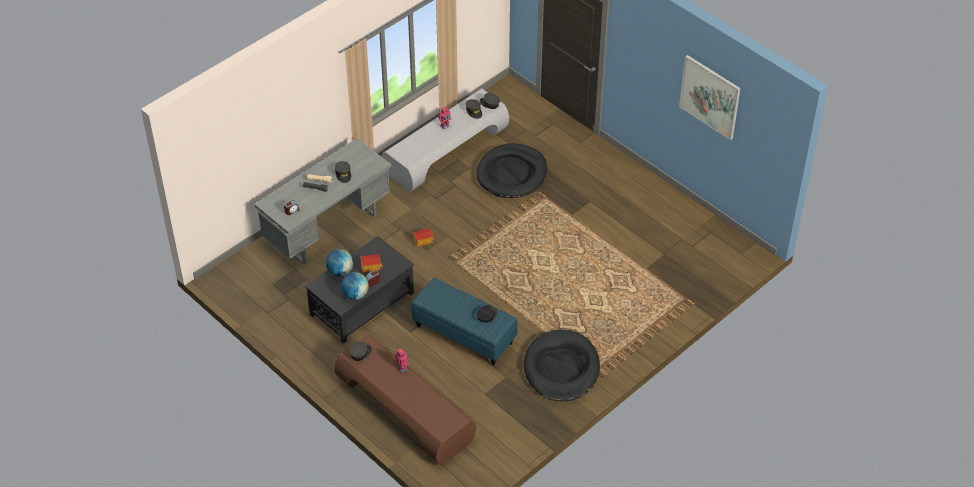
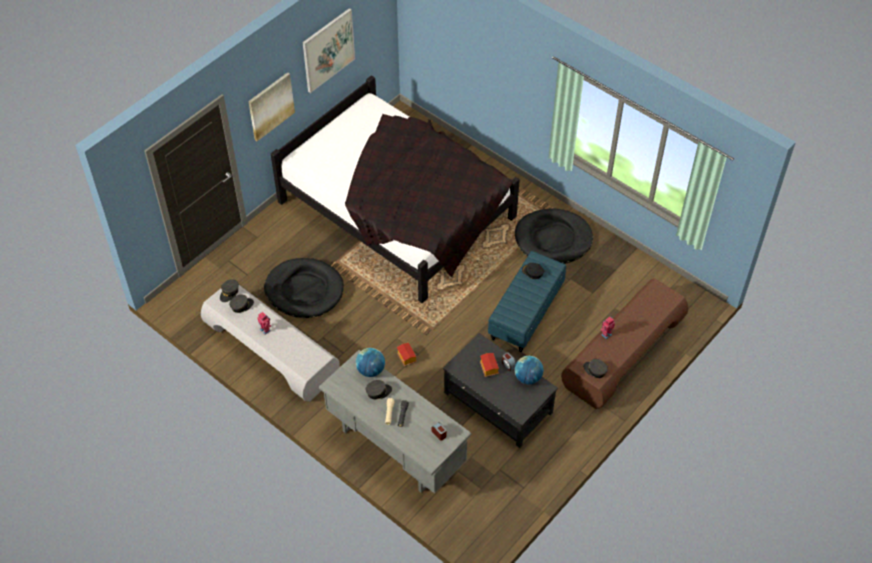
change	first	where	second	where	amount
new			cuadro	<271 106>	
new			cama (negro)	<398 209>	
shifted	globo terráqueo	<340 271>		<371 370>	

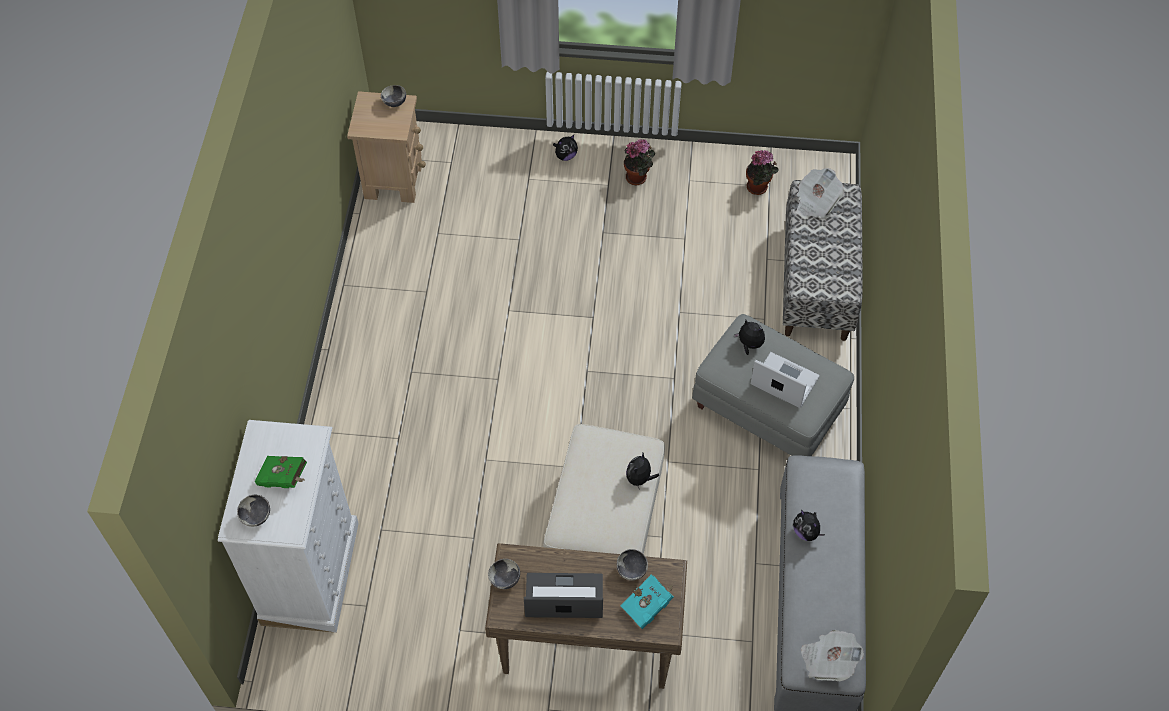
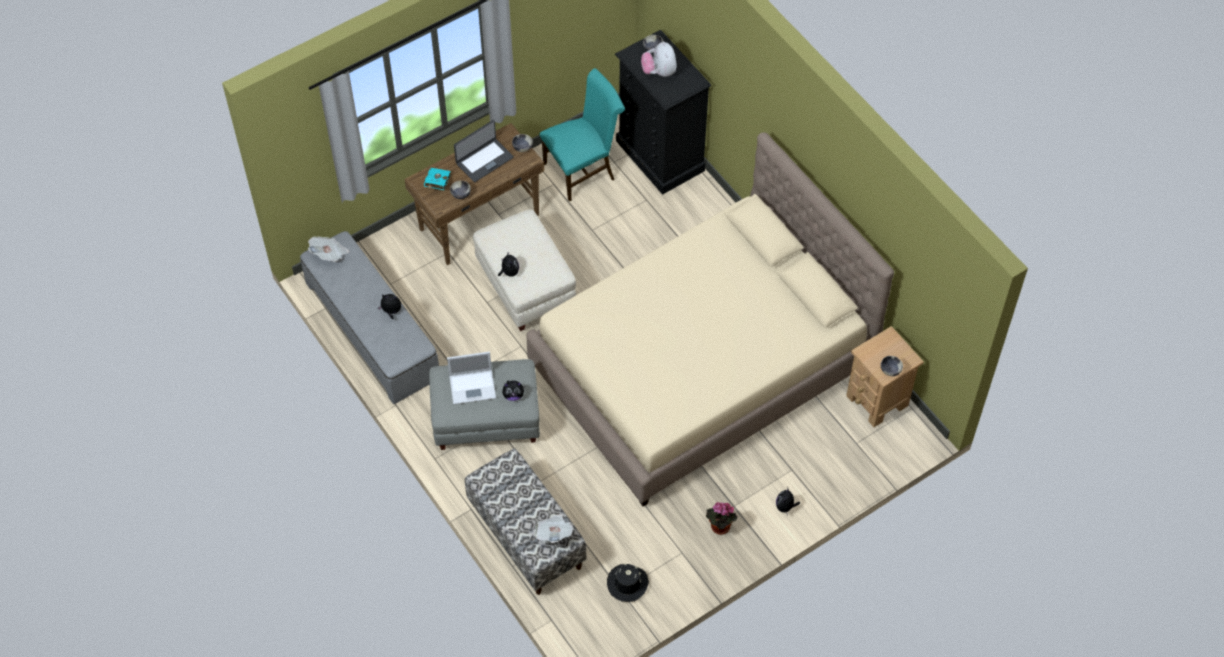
change	first	where	second	where	amount
new			cama (beis)	<702 364>	
new			silla (turquesa)	<583 170>	
swapped	libro (verde)	<285 479>	peluche	<659 72>	
swapped	planta en maceta	<759 188>	sombrero (negro)	<627 583>	
repainted	cómoda (blanco)	<310 572>	cómoda (negro)	<660 156>	

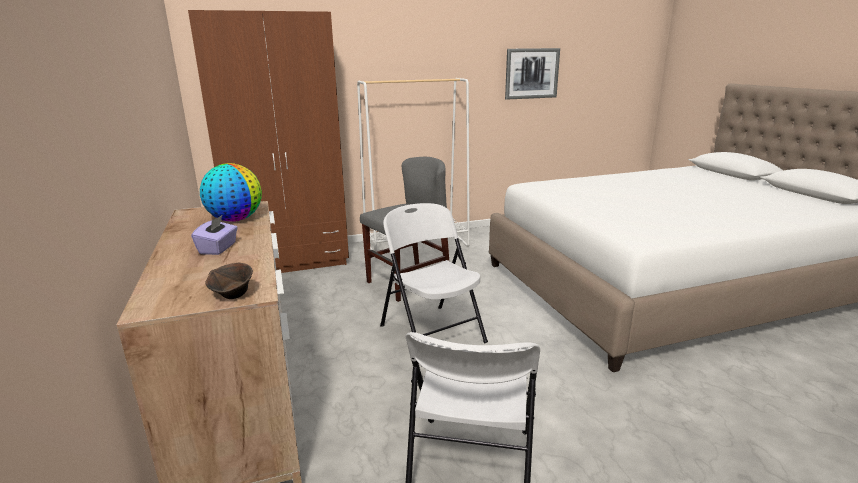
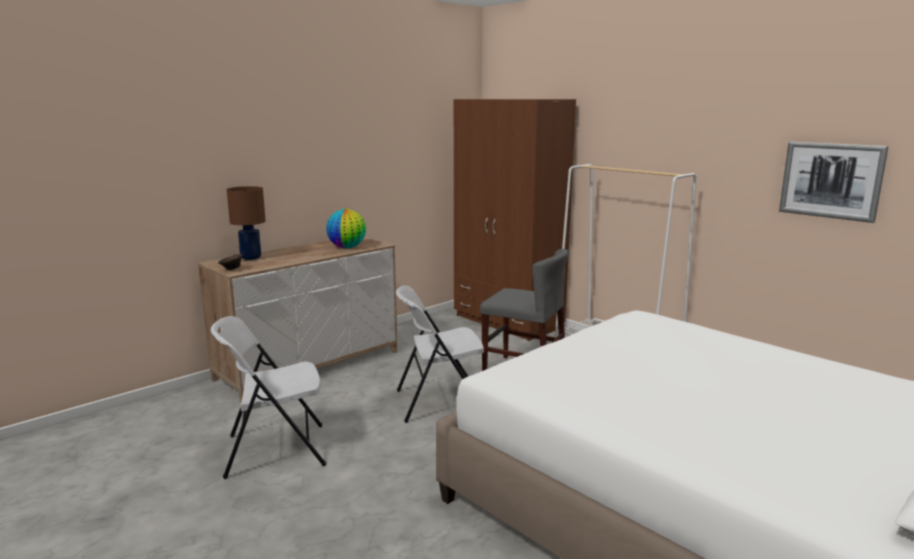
change	first	where	second	where	amount
gone	caja de pañuelos (morado)	<218 248>			
new			lámpara de mesa (marrón)	<251 259>	
rotated	silla (blanco)	<432 333>		<440 402>	135 degrees counterclockwise

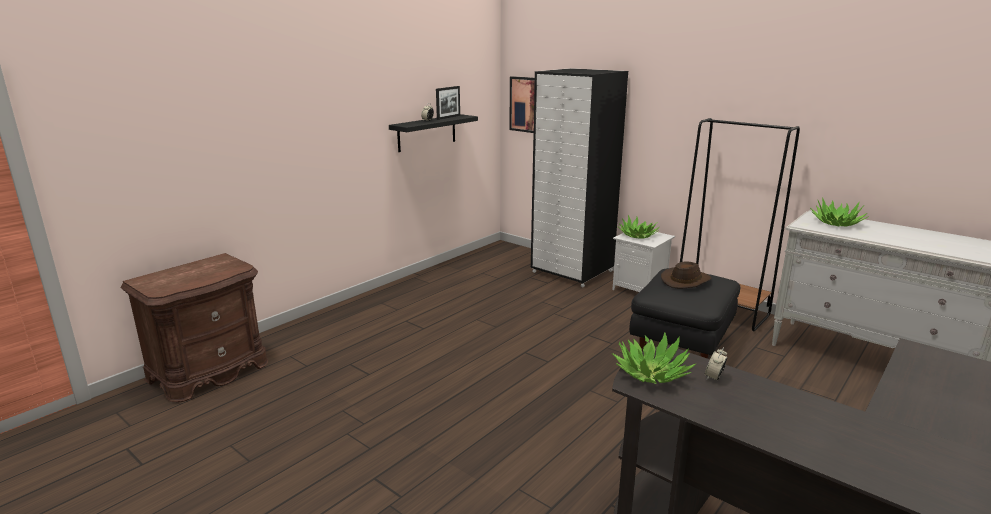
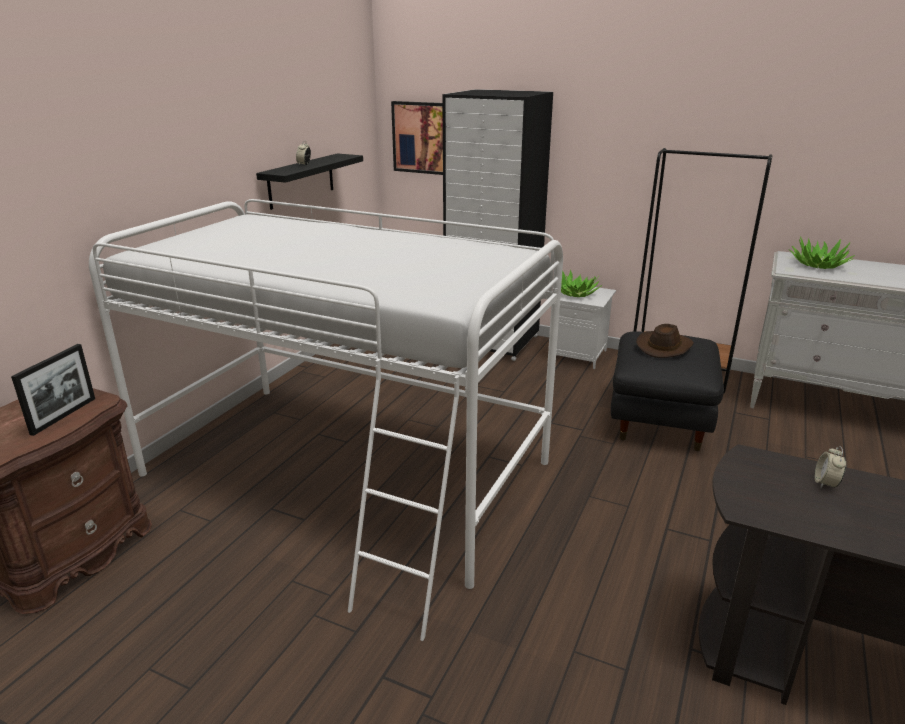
change	first	where	second	where	amount
gone	planta en maceta	<651 373>			
new			cama (blanco)	<348 472>	
shifted	portarretratos	<448 117>		<64 416>	

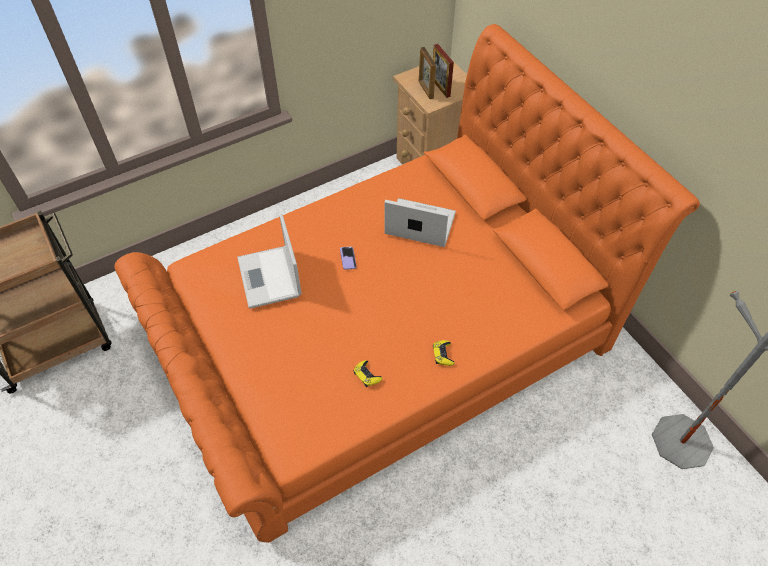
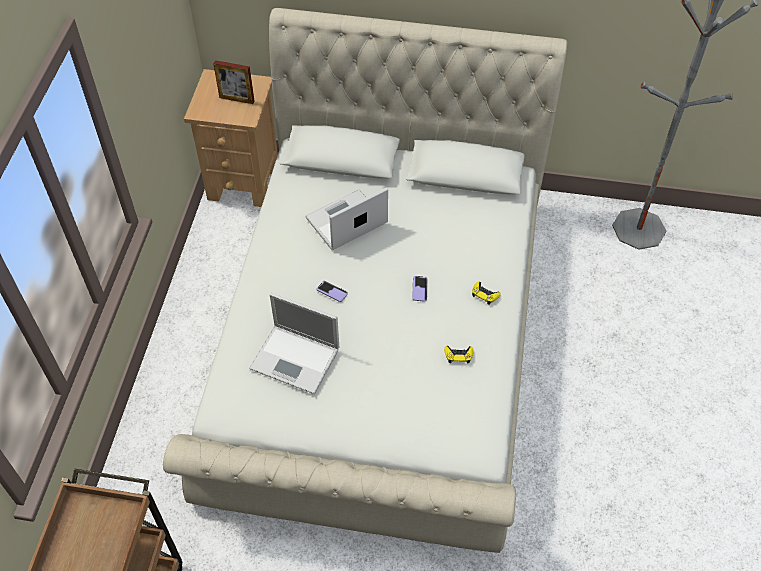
change	first	where	second	where	amount
gone	portarretratos	<425 90>			
new			móvil	<419 289>	
repainted	cama (naranja)	<384 332>	cama (beis)	<380 338>	

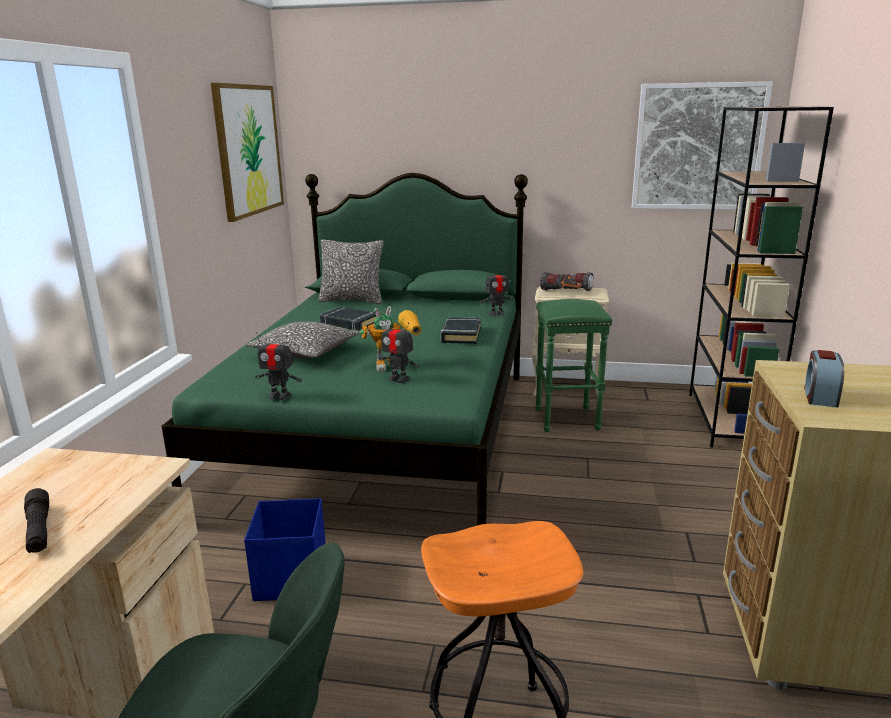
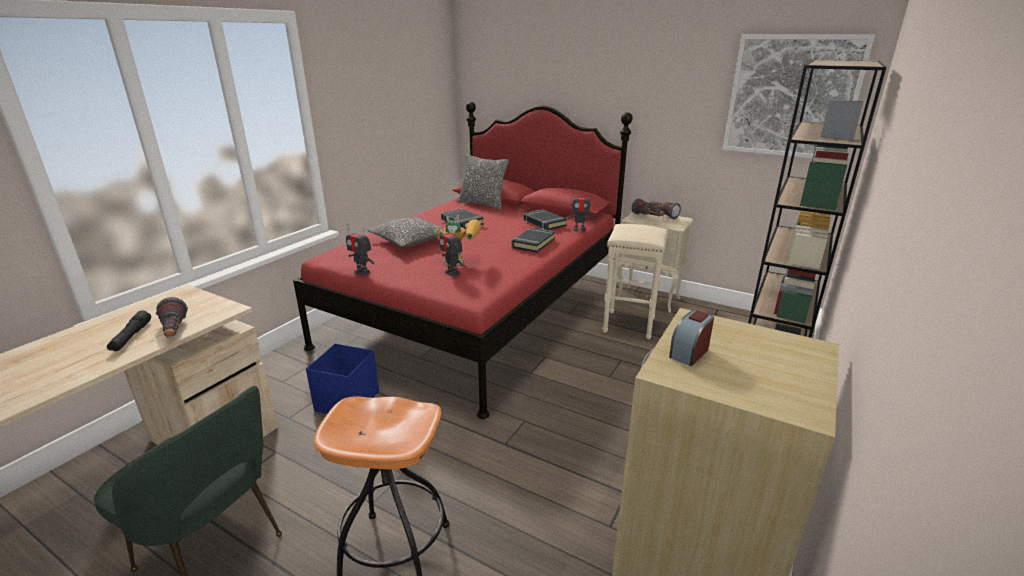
change	first	where	second	where	amount
gone	cuadro	<248 150>			
new			linterna	<174 333>	
new			libro (negro)	<544 223>	
repainted	cama (verde)	<384 437>	cama (rojo)	<479 312>	
repainted	taburete (verde)	<568 418>	taburete (beis)	<630 324>	

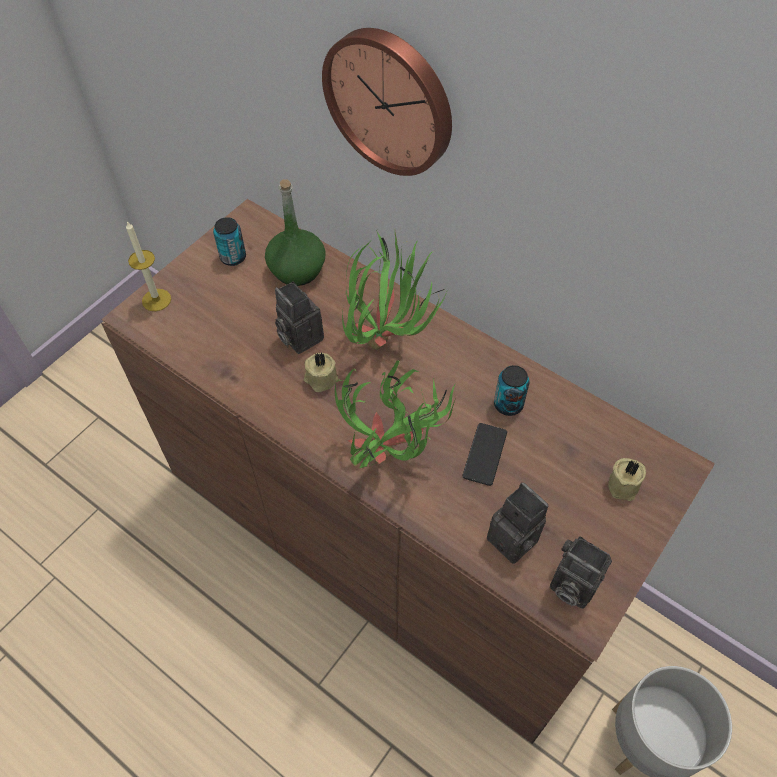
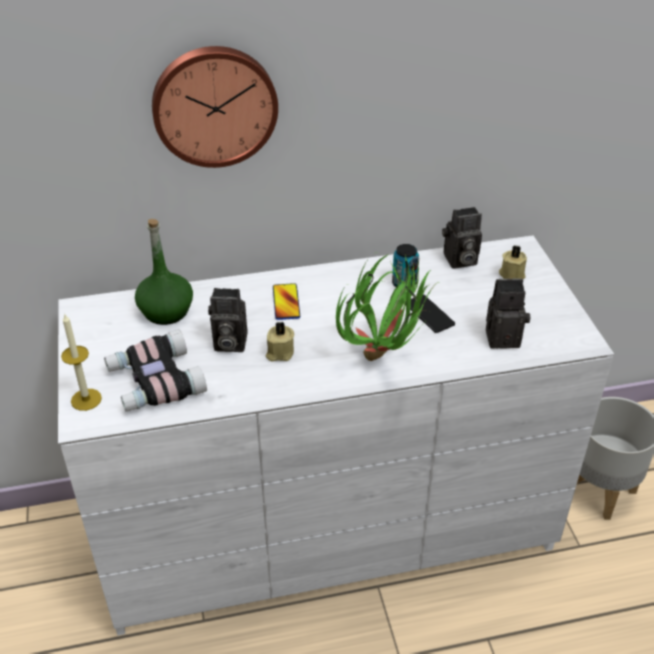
change	first	where	second	where	amount
gone	lata	<233 257>			
new			prismáticos	<154 381>	
shifted	cámara	<570 585>		<459 260>	
swapped	planta en maceta	<389 337>	móvil	<286 302>	
repainted	cómoda (marrón)	<390 539>	cómoda (blanco)	<327 527>	

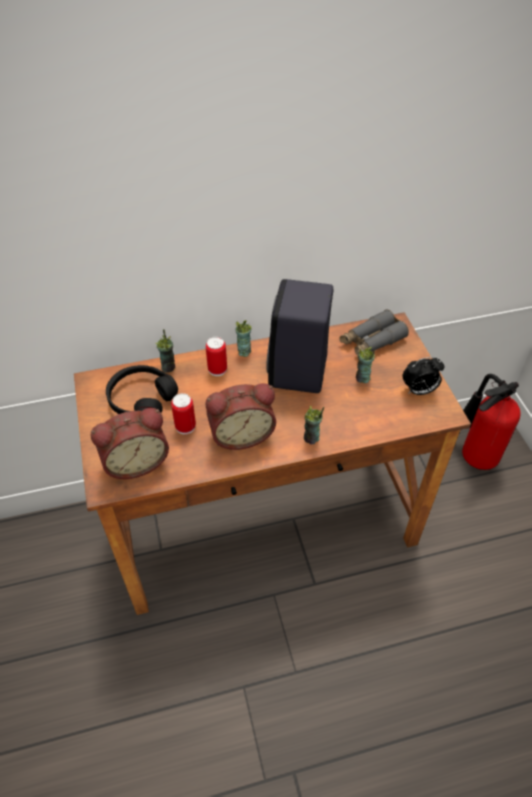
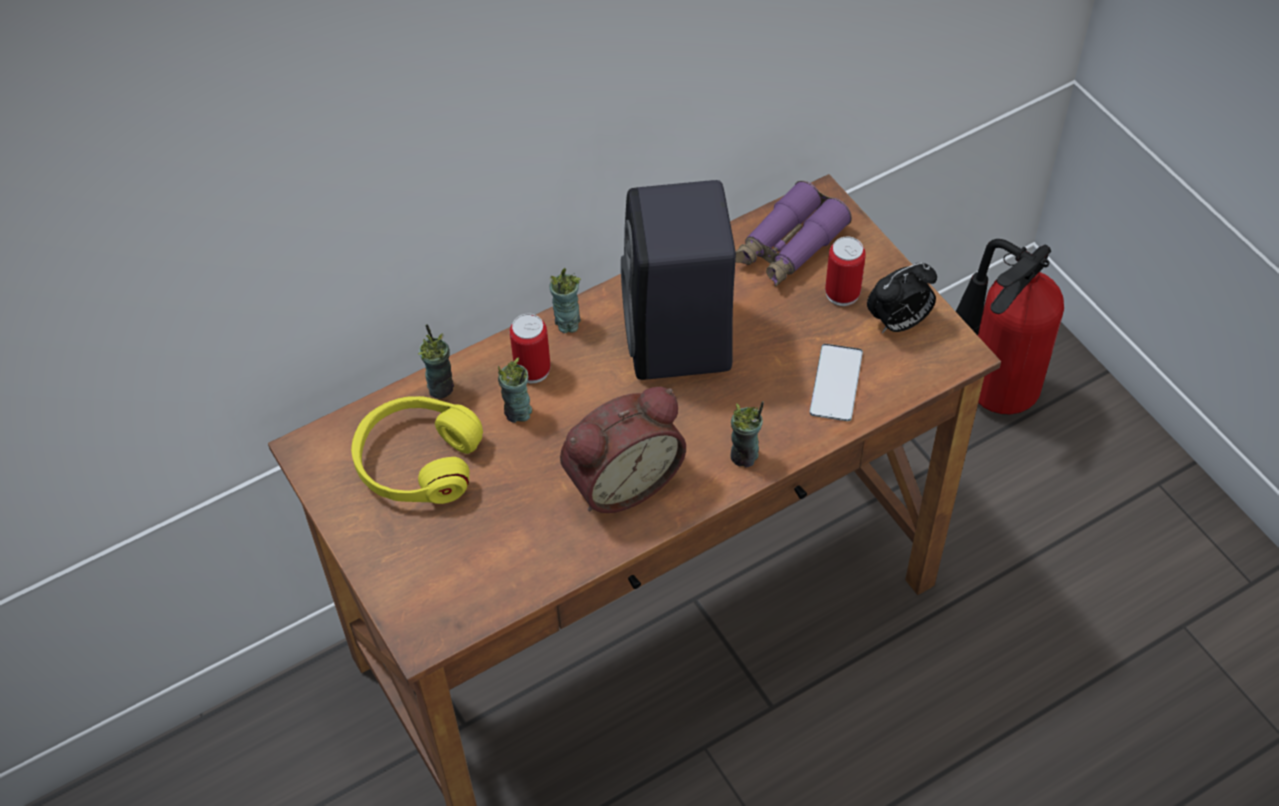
change	first	where	second	where	amount
gone	despertador	<135 461>			
new			móvil	<836 383>	
shifted	lata	<185 426>		<842 293>	
shifted	taza	<362 378>		<517 412>	
repainted	auriculares (negro)	<141 399>	auriculares (amarillo)	<417 461>	
repainted	prismáticos (gris)	<371 341>	prismáticos (morado)	<789 246>	

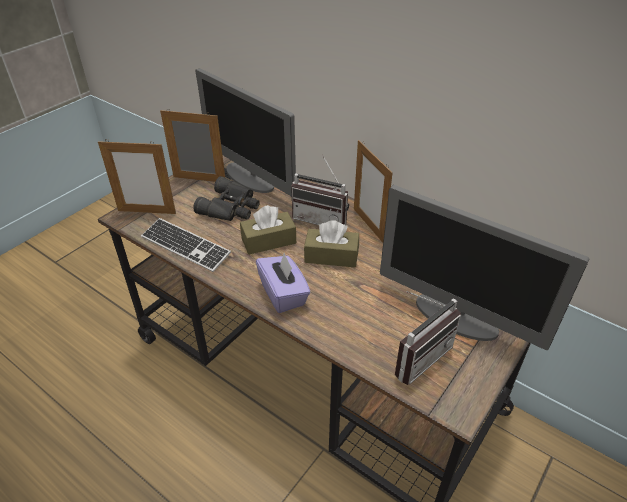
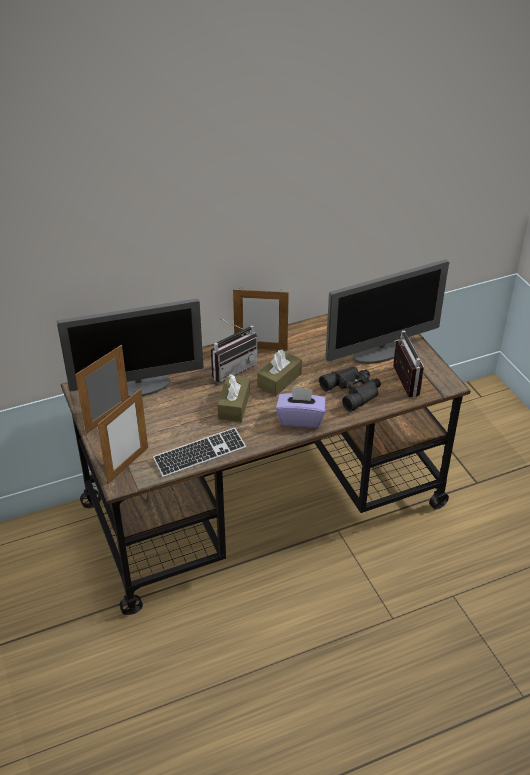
change	first	where	second	where	amount
shifted	prismáticos (negro)	<231 207>		<353 390>	

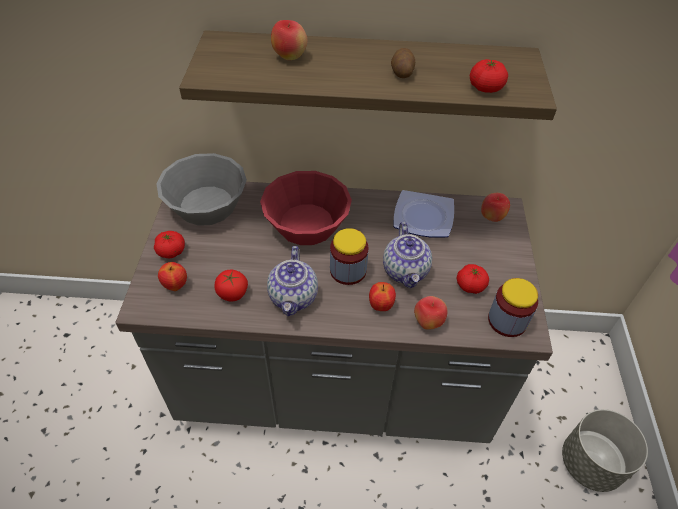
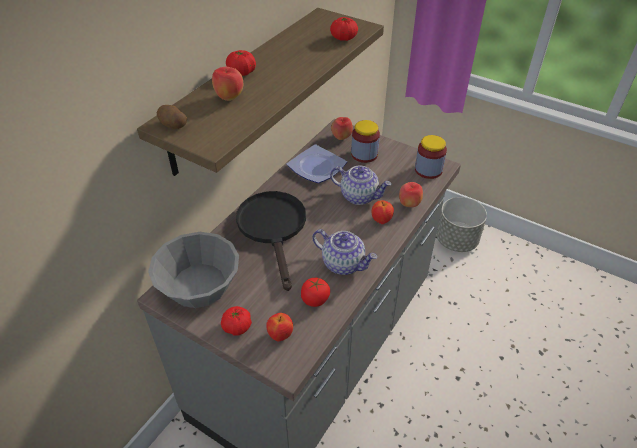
change	first	where	second	where	amount
shifted	tarro	<348 270>		<364 154>	
shifted	patata	<402 72>		<172 125>	
shifted	tomate	<470 285>		<241 73>	
swapped	cuenco (rojo)	<307 223>	sartén (negro)	<274 228>	

